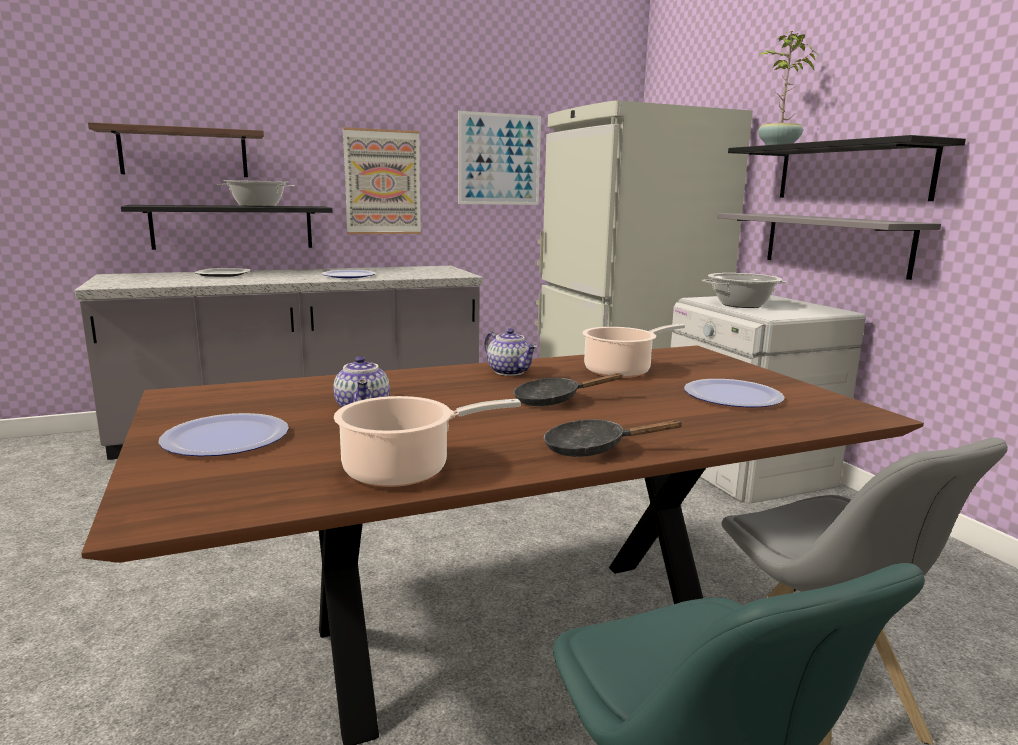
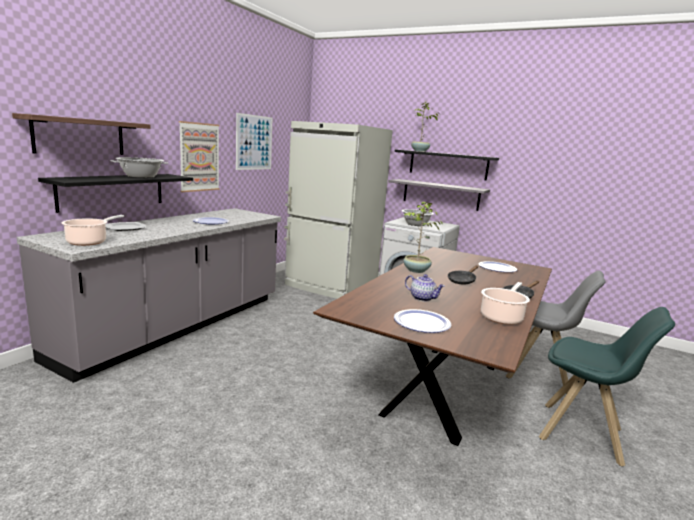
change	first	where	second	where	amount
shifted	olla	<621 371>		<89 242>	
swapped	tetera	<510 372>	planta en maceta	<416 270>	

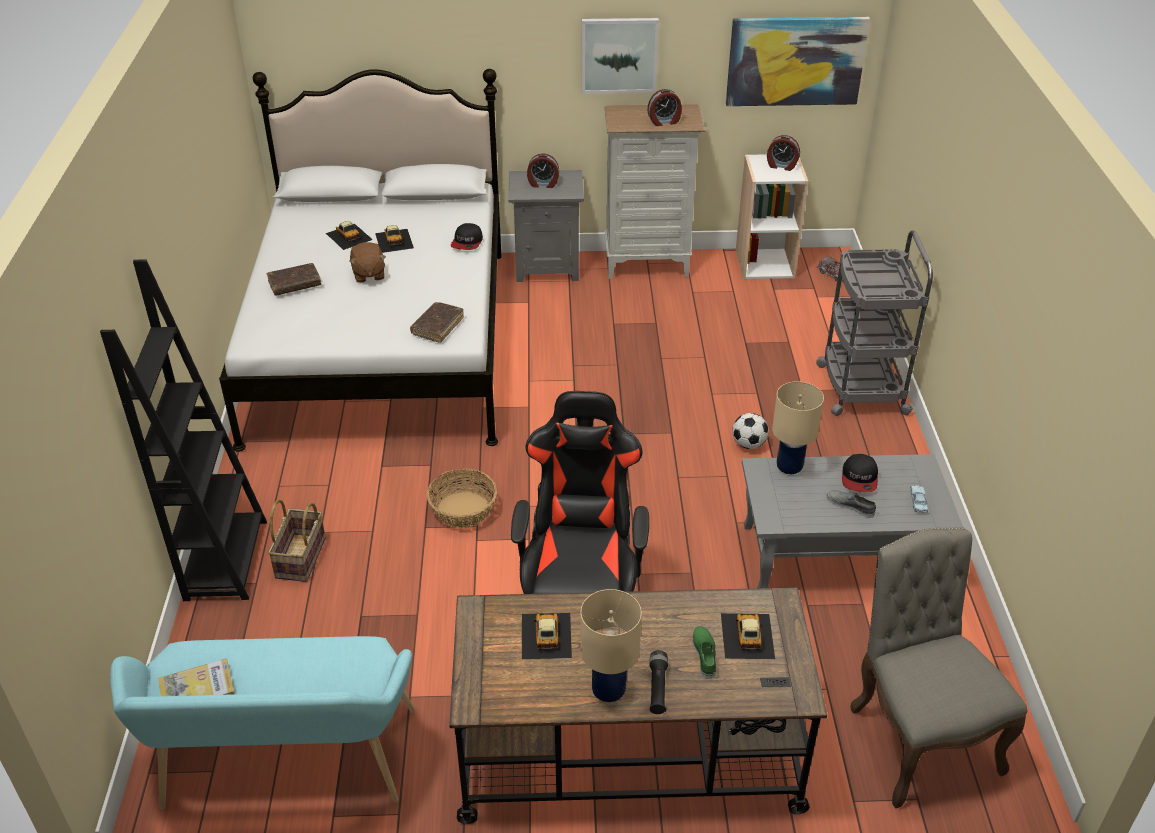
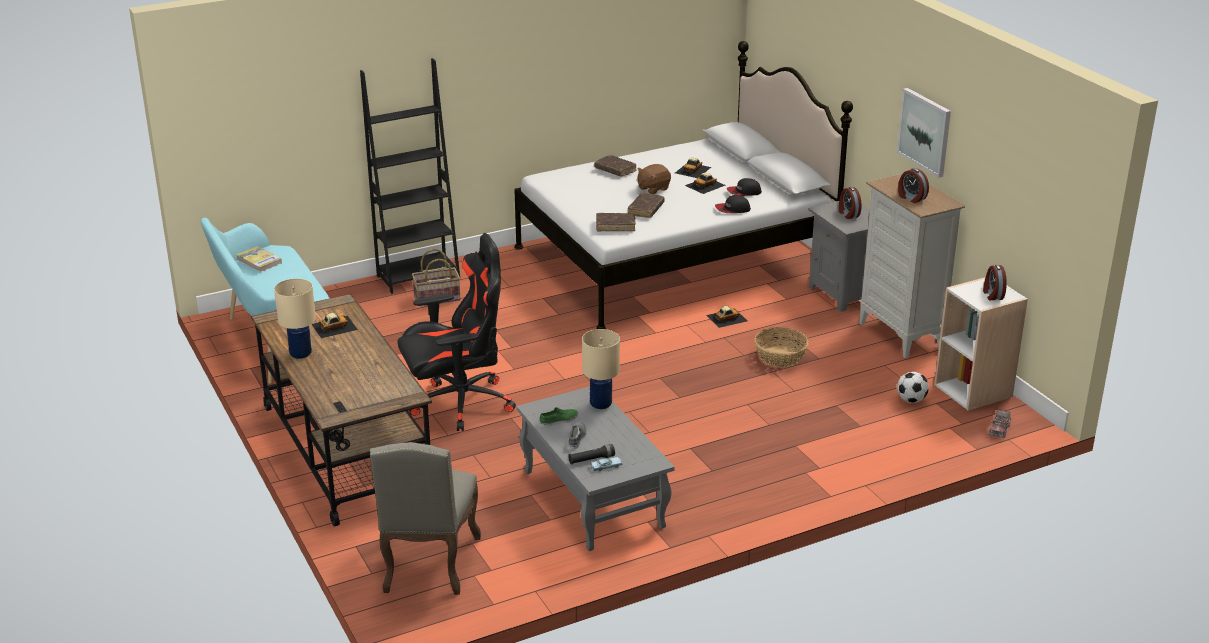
change	first	where	second	where	amount
gone	cuadro	<795 61>			
gone	carrito (gris)	<861 388>			
new			libro (marrón)	<645 210>	
shifted	cesta	<462 510>		<780 357>	
shifted	linterna (negro)	<657 688>		<591 460>	
shifted	zapato (verde)	<705 654>		<559 420>	
shifted	coche de juguete	<747 636>		<726 318>	
shifted	balón de fútbol	<748 444>		<911 400>	
shifted	gorra	<859 478>		<744 192>	
rotated	silla (gris)	<918 739>		<427 566>	135 degrees clockwise

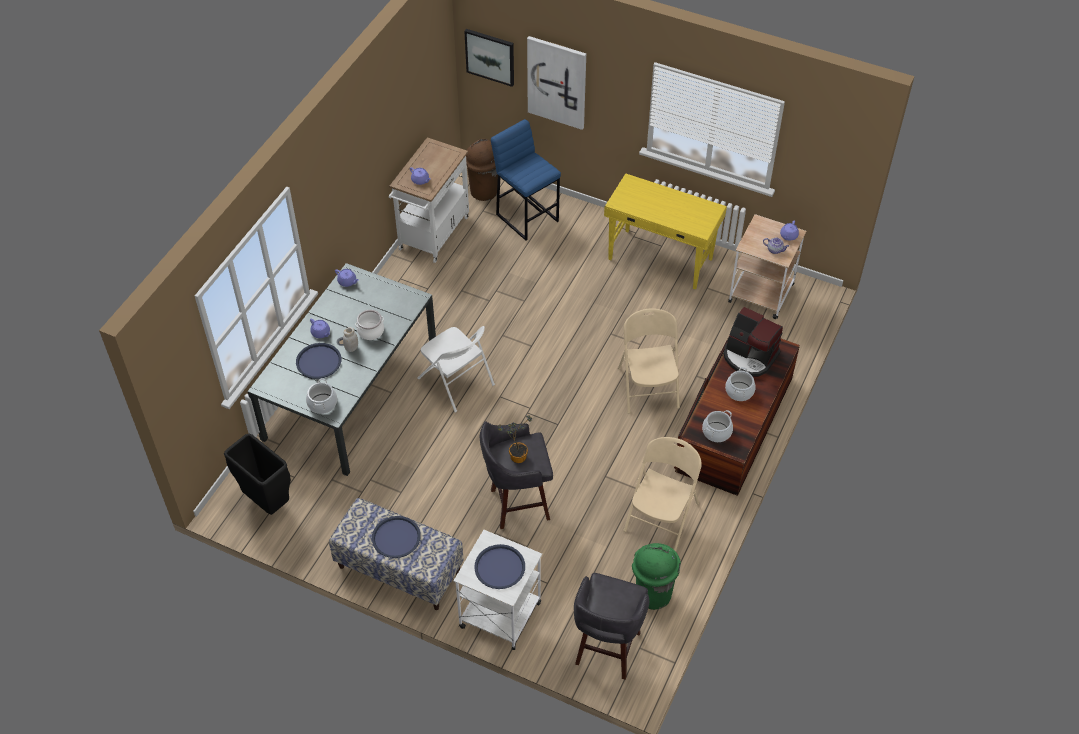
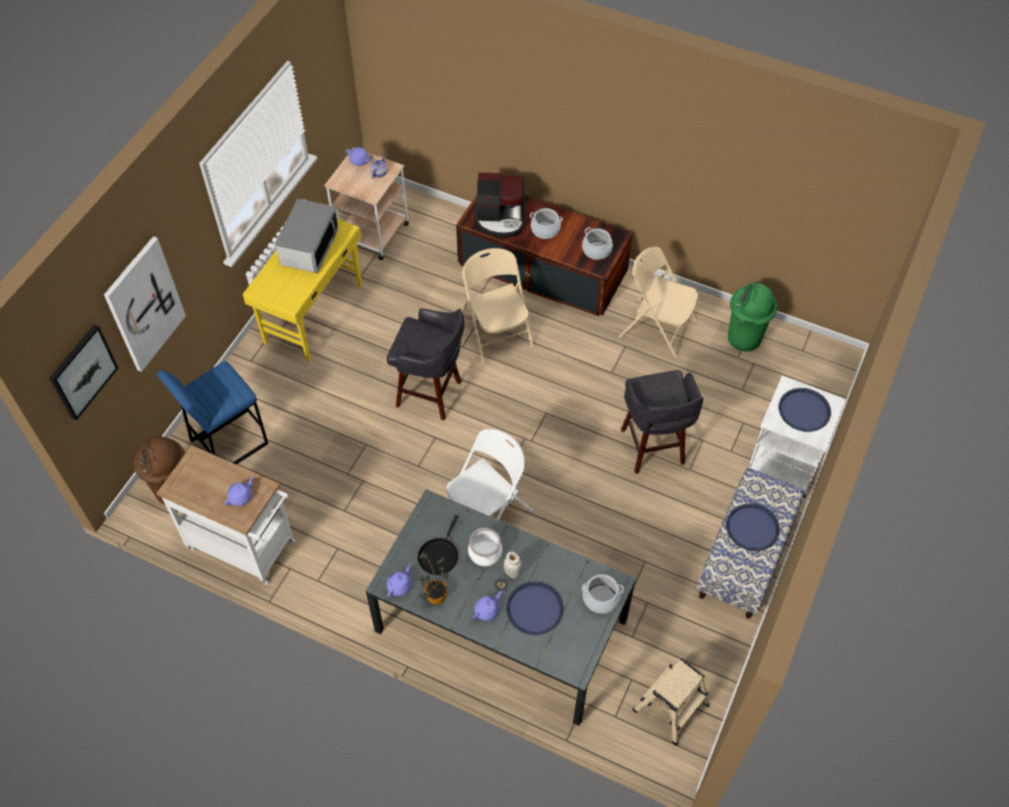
change	first	where	second	where	amount
new			microondas	<309 248>	
new			sartén (negro)	<439 555>	
shifted	planta en maceta	<516 455>		<434 598>	
shifted	taburete (gris)	<606 651>		<431 395>	
swapped	papelera (negro)	<266 502>	escalera de tijera (beis)	<670 707>	
rotated	silla (beis)	<648 387>		<496 332>	75 degrees clockwise
rotated	cafetera	<749 357>		<500 219>	60 degrees clockwise

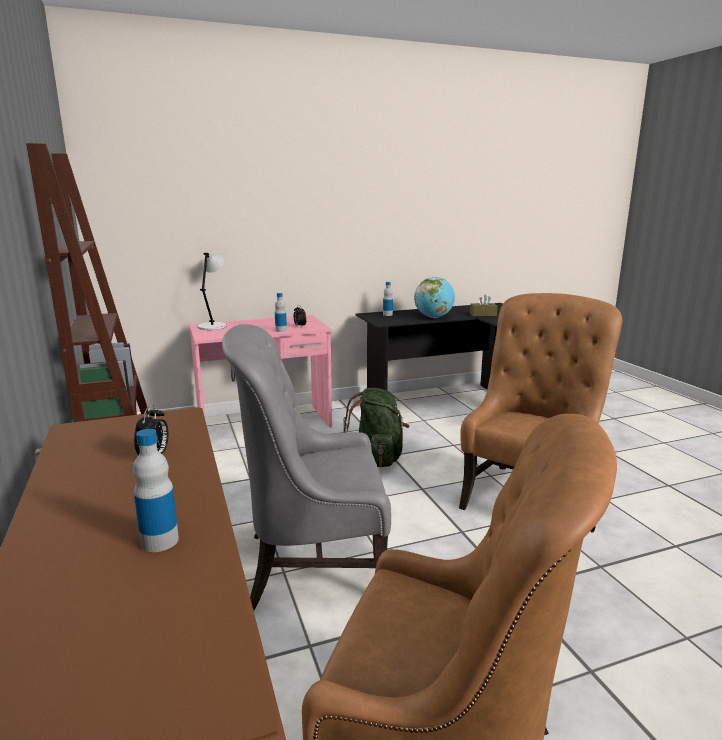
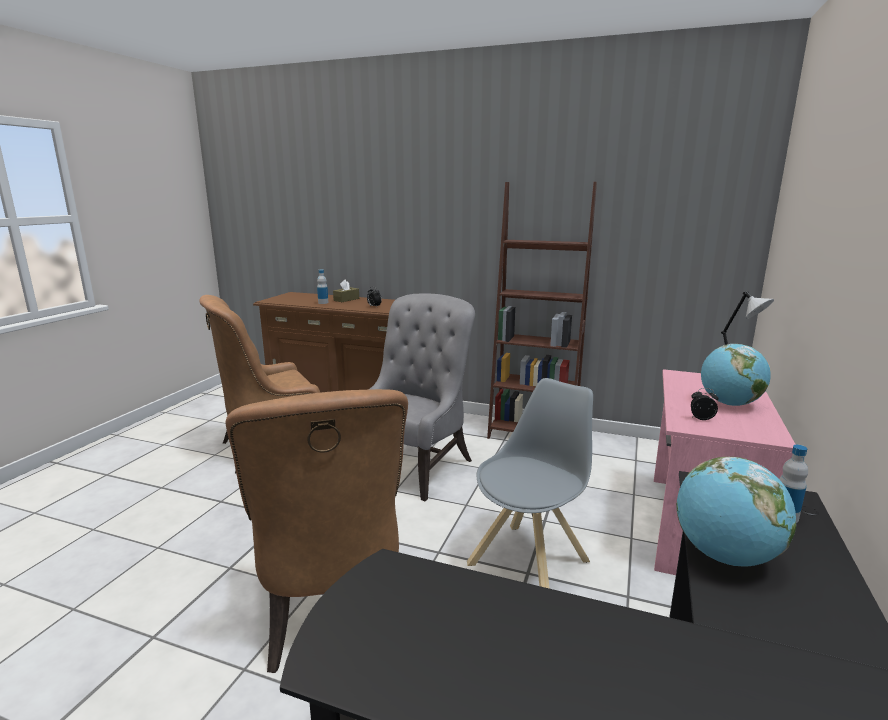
change	first	where	second	where	amount
gone	botella	<281 330>			
new			globo terráqueo	<729 404>	
shifted	caja de pañuelos (marrón)	<483 314>		<346 299>	
swapped	mochila (verde)	<377 458>	silla (gris)	<531 560>	

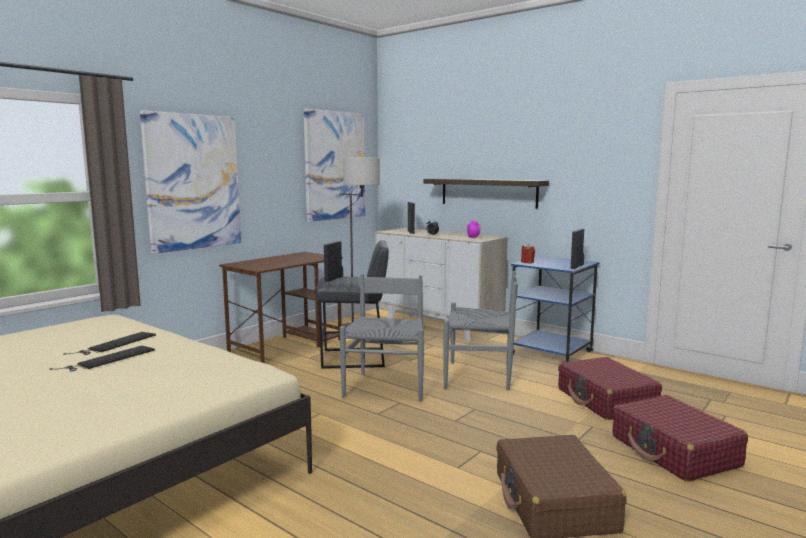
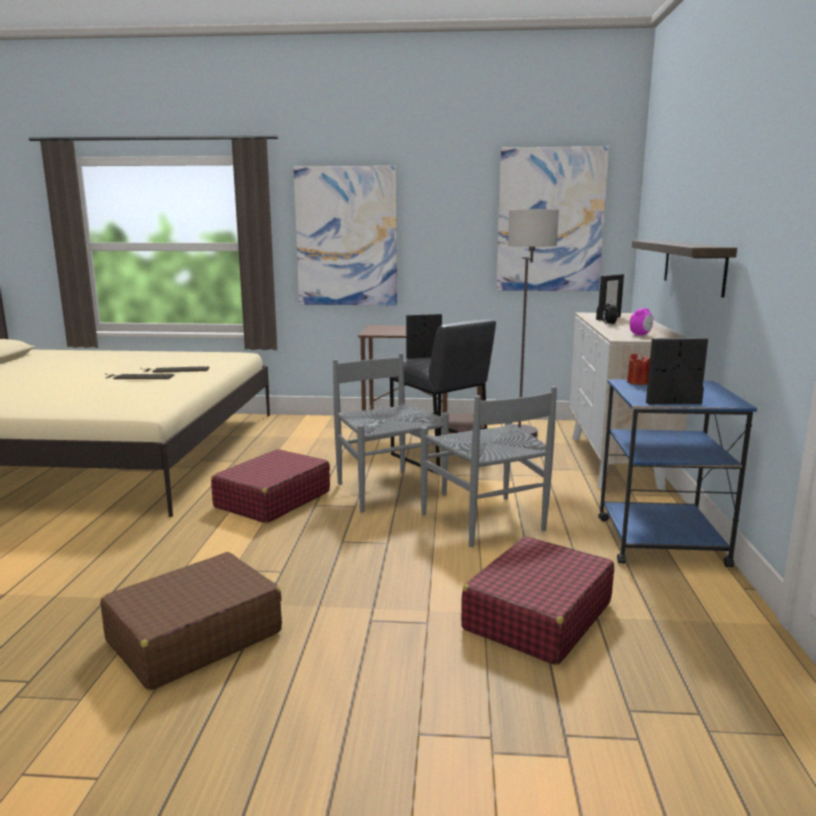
change	first	where	second	where	amount
shifted	maleta (rojo)	<674 451>		<272 500>	
rotated	silla (gris)	<387 386>		<387 490>	90 degrees counterclockwise

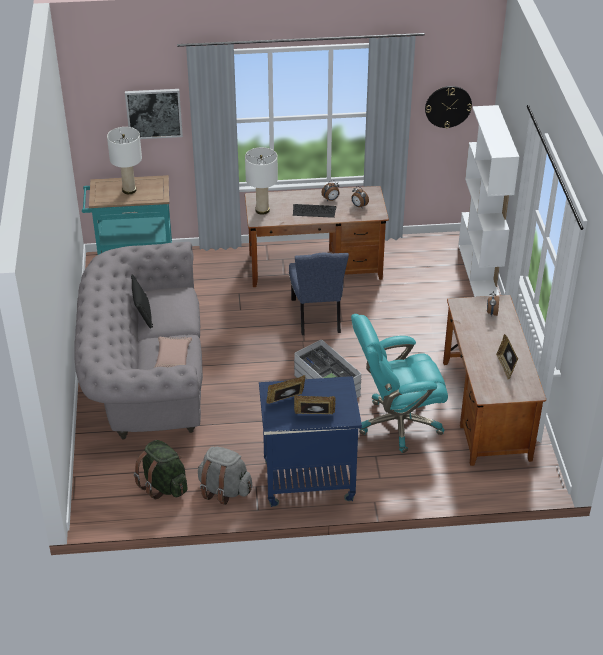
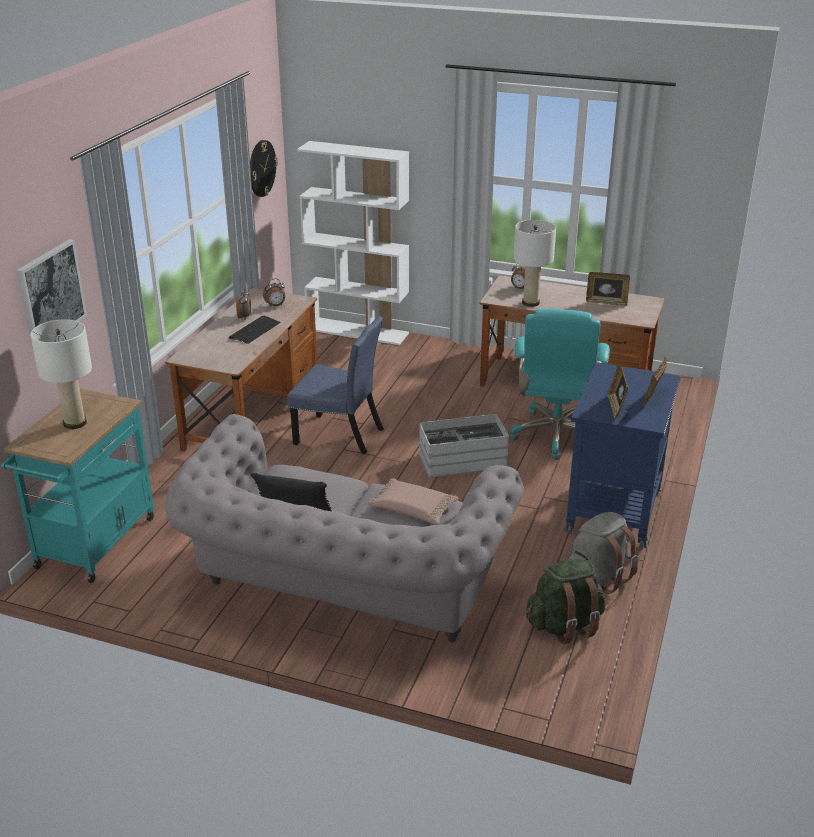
change	first	where	second	where	amount
shifted	lámpara de mesa (blanco)	<262 210>		<530 303>	

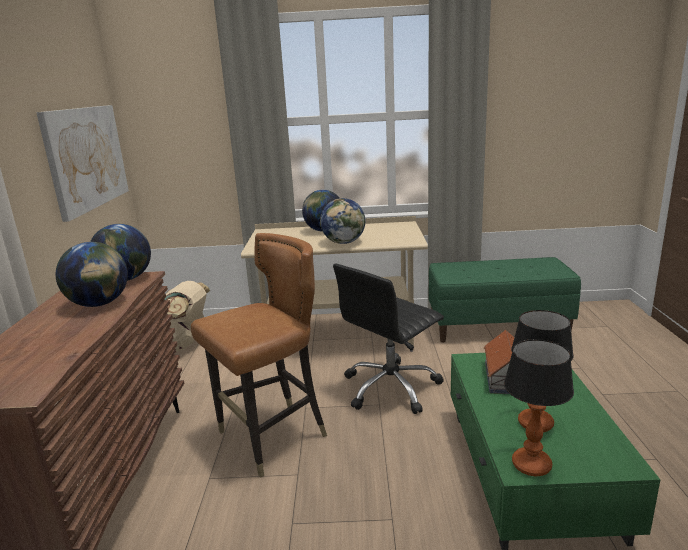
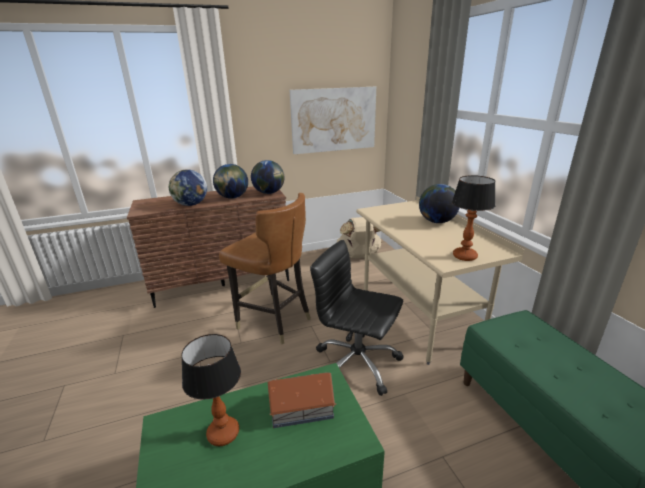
change	first	where	second	where	amount
shifted	globo terráqueo	<344 242>		<191 204>	
shifted	lámpara de mesa	<532 465>		<465 256>	

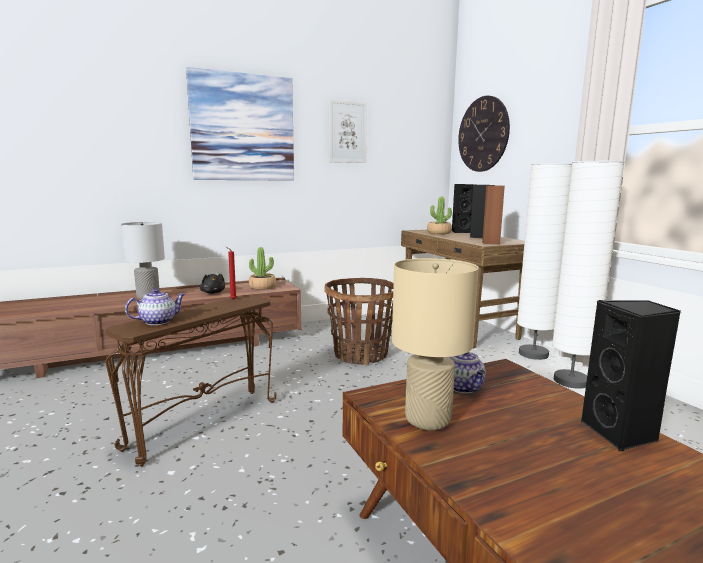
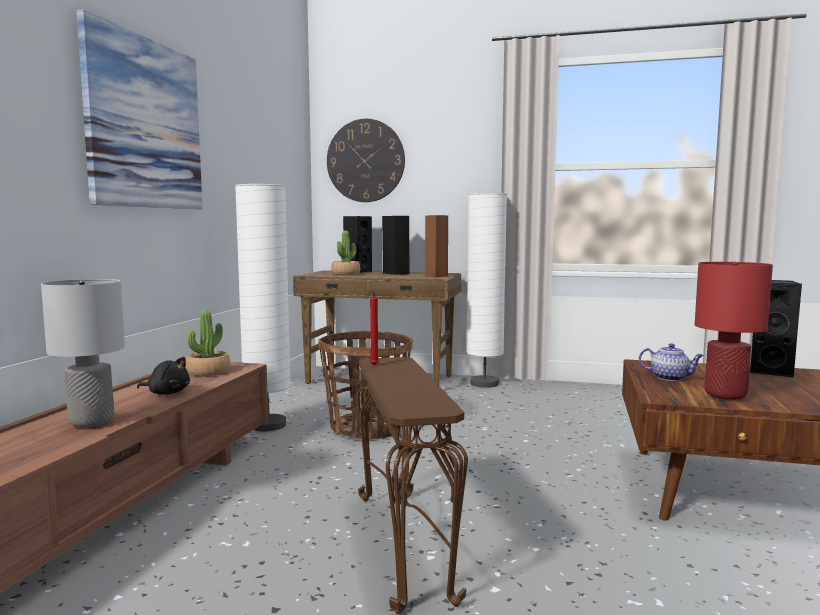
change	first	where	second	where	amount
gone	tetera	<158 321>			
gone	cuadro	<347 132>			
shifted	lámpara de pie (blanco)	<570 381>		<268 425>	
repainted	lámpara de mesa (beis)	<428 423>	lámpara de mesa (rojo)	<725 397>	

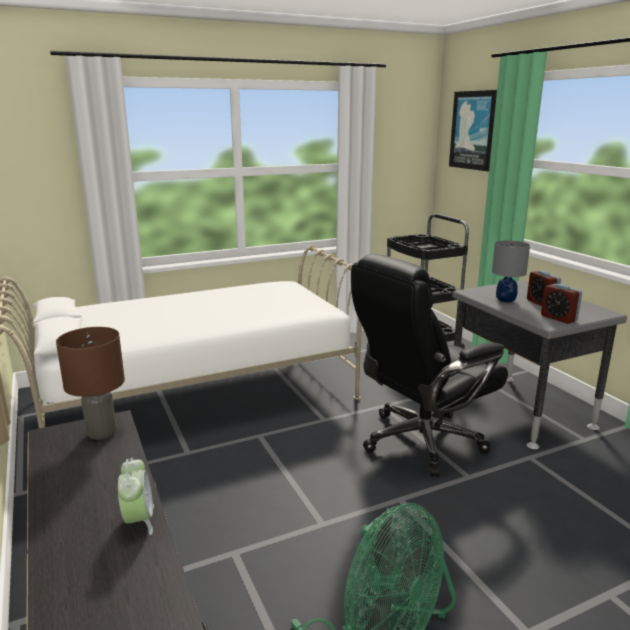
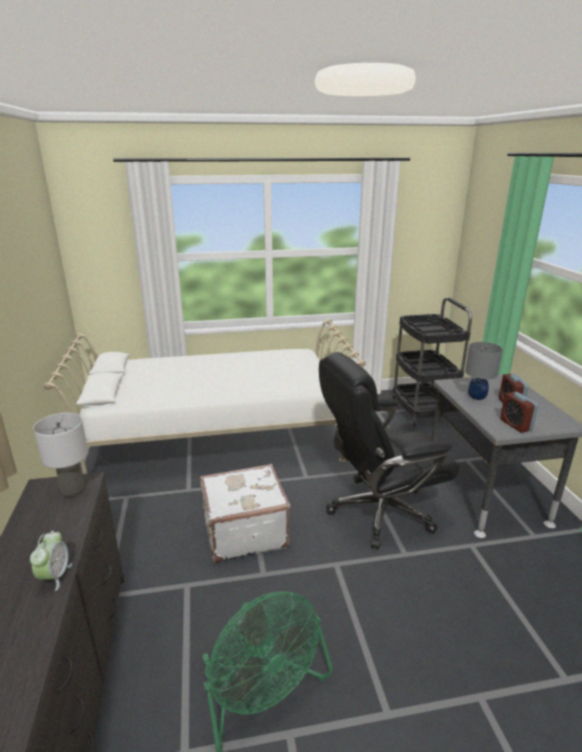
change	first	where	second	where	amount
gone	cuadro	<473 130>			
new			maleta (blanco)	<244 531>	
repainted	lámpara de mesa (marrón)	<103 433>	lámpara de mesa (blanco)	<74 490>	

